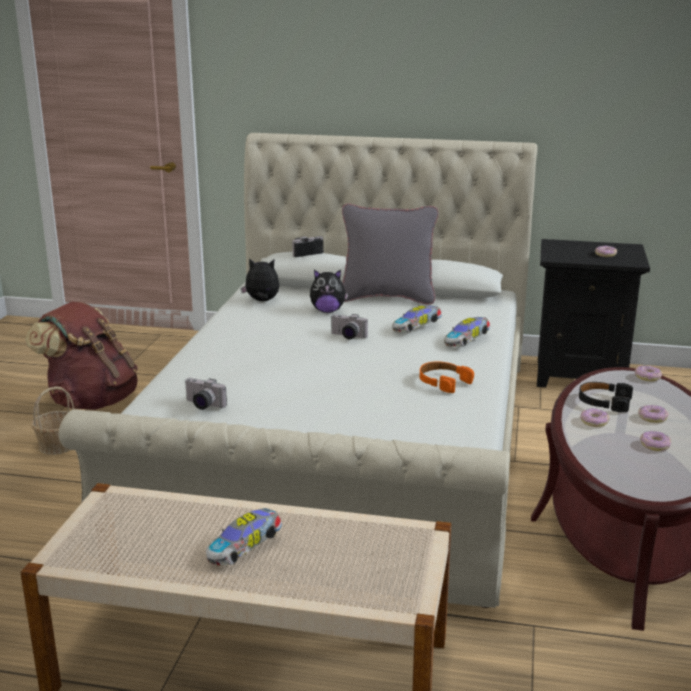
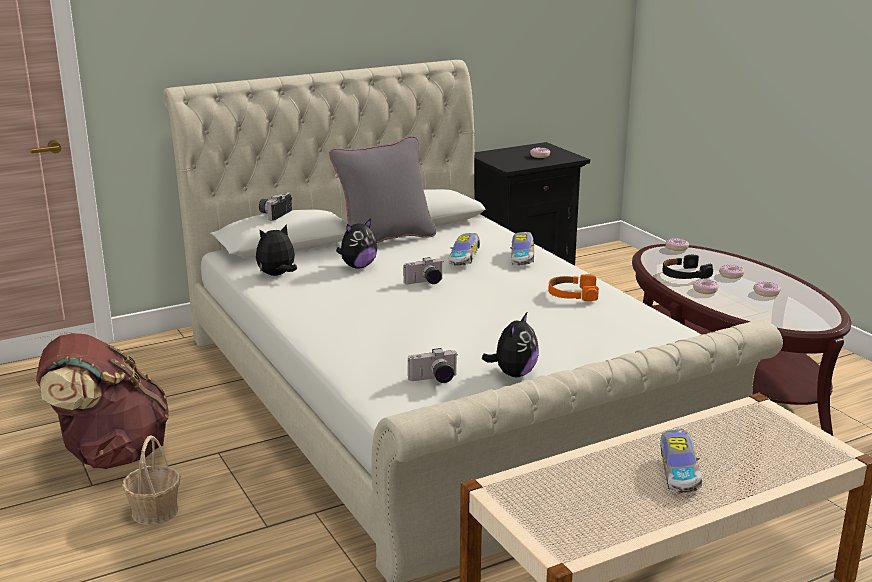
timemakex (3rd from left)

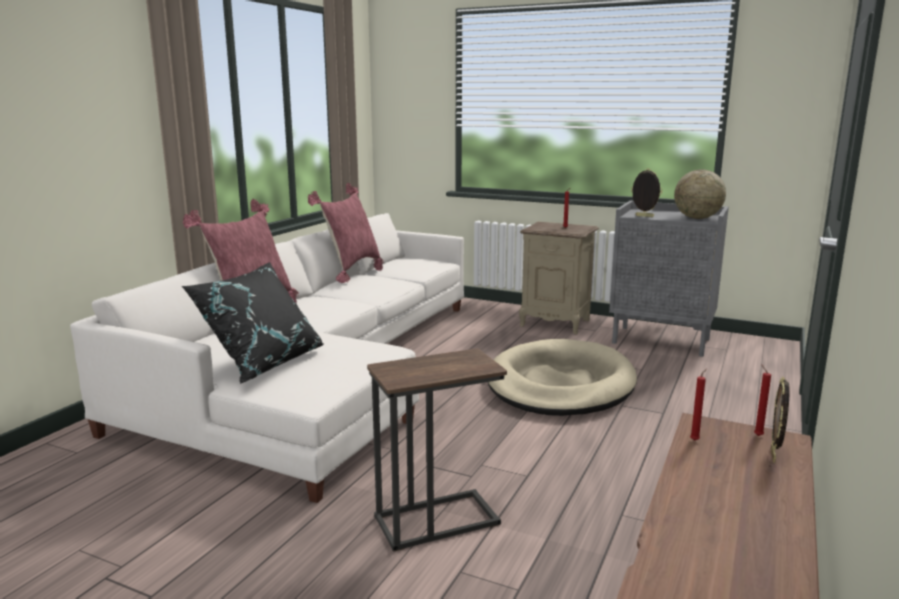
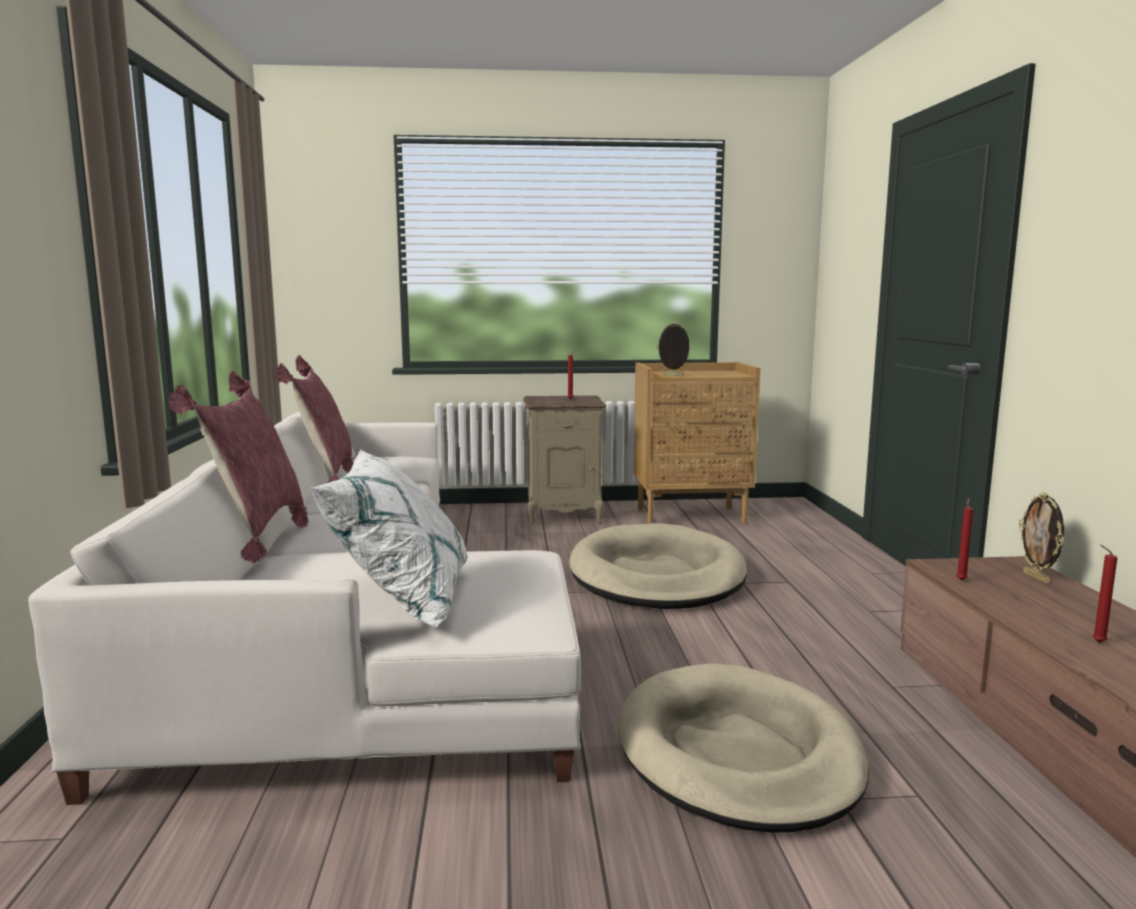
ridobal
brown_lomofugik
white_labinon
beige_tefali (2nd from left)
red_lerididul (3rd from left)

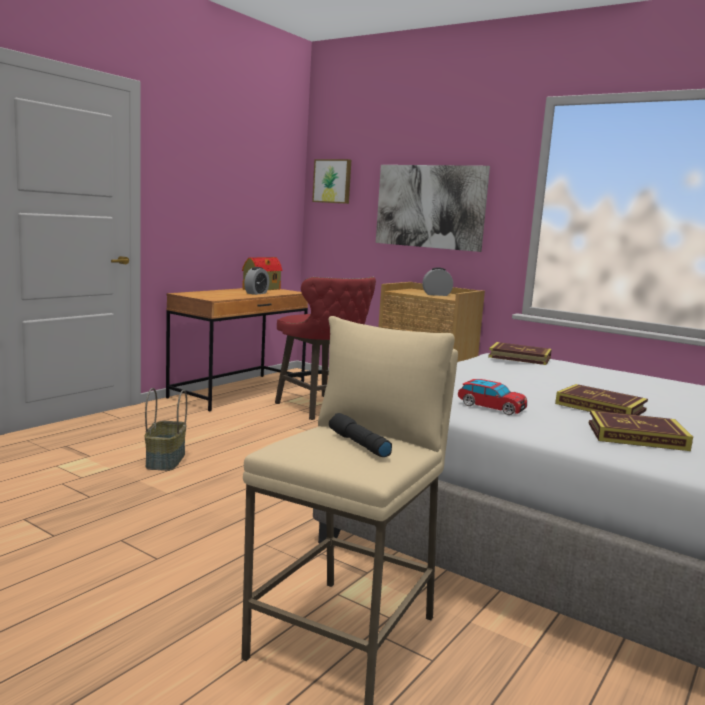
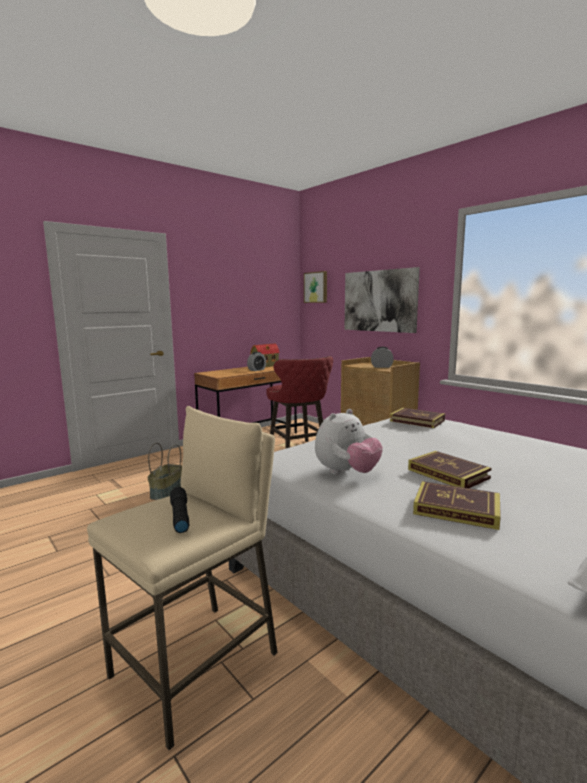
timemakex

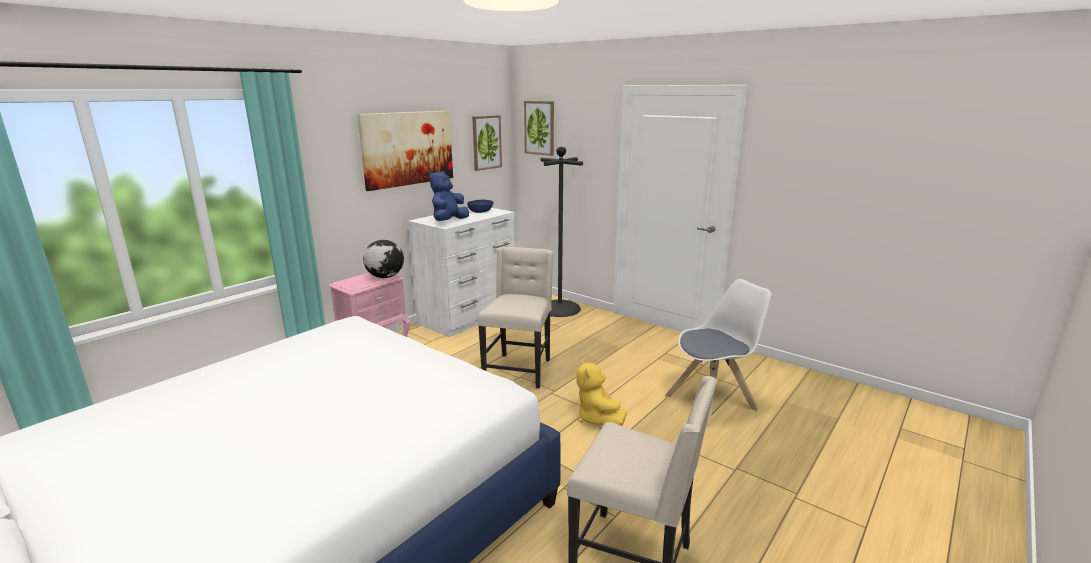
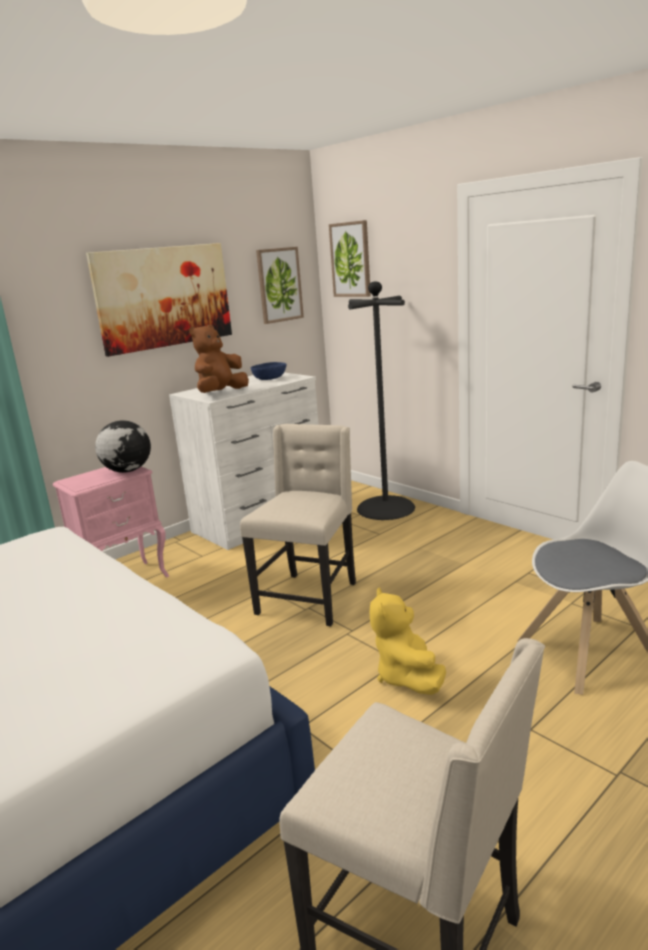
brown_timemakex

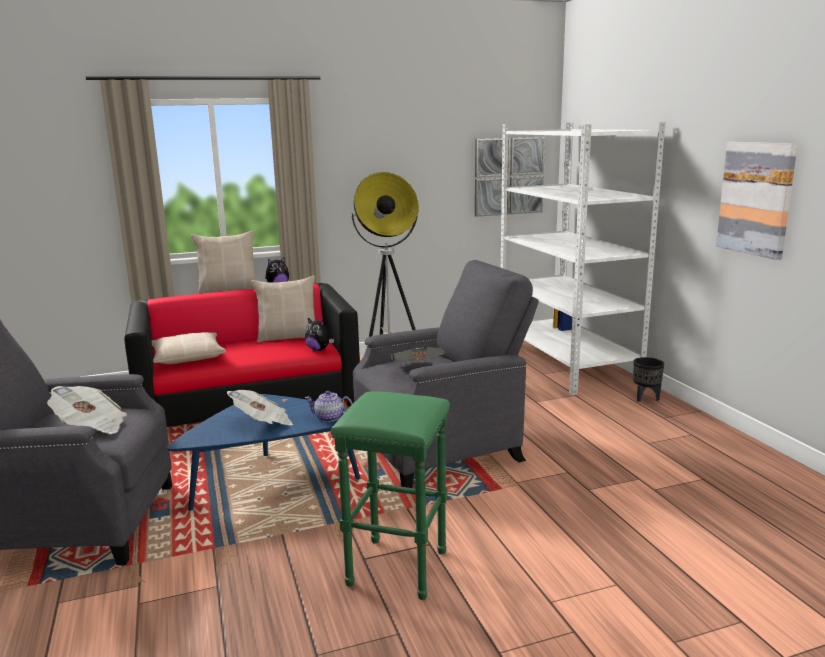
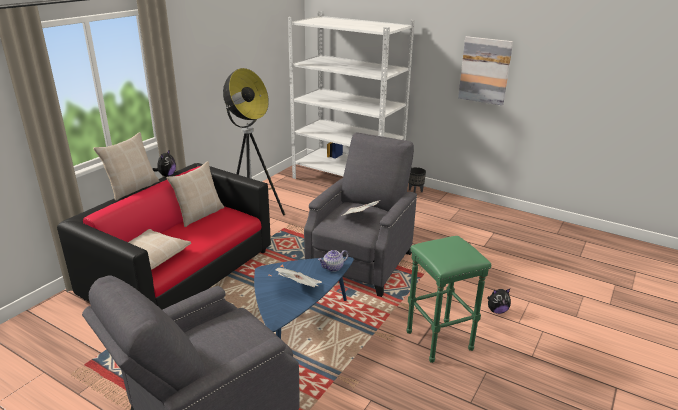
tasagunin (1st from left in the first image)
timemakex (2nd from left)
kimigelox (1st from left in the first image)

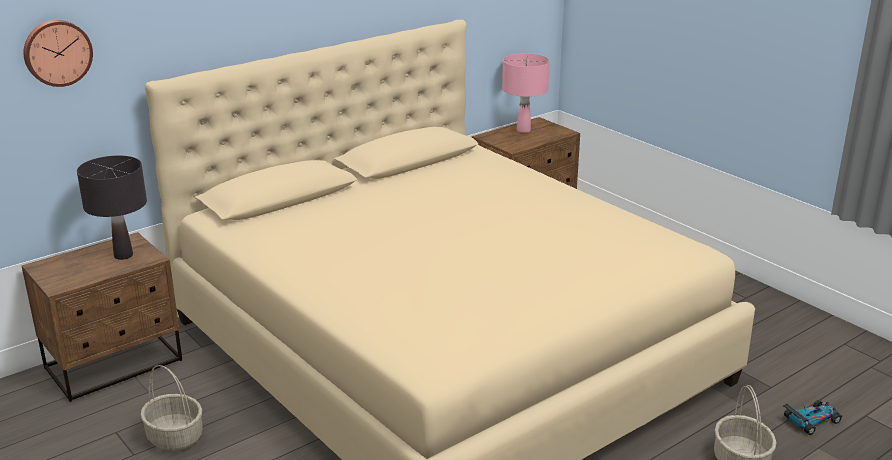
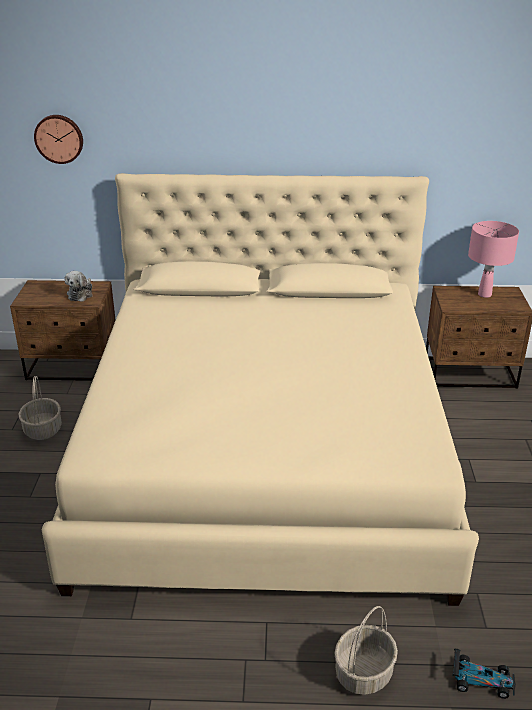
timemakex

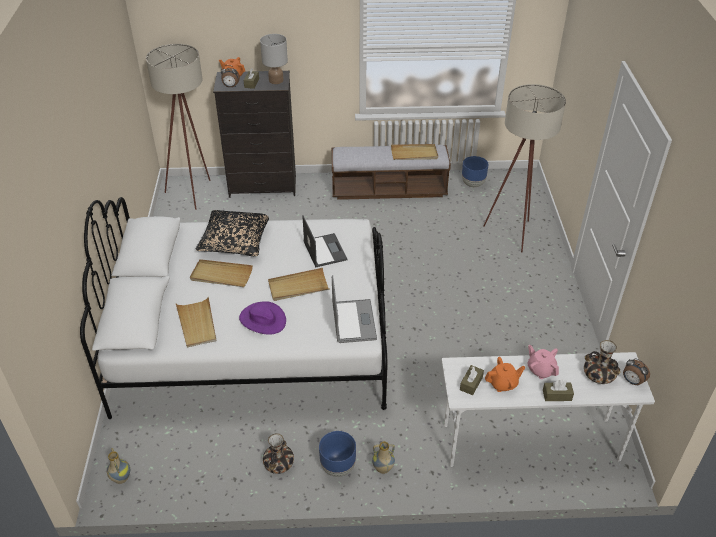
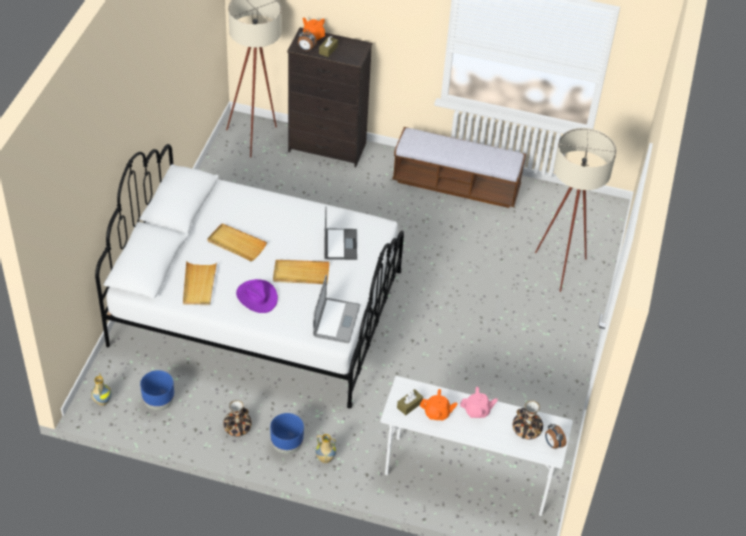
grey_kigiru
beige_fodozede (4th from left in the first image)
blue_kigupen (1st from left)
black_labinon
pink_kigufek
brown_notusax (3rd from left in the first image)

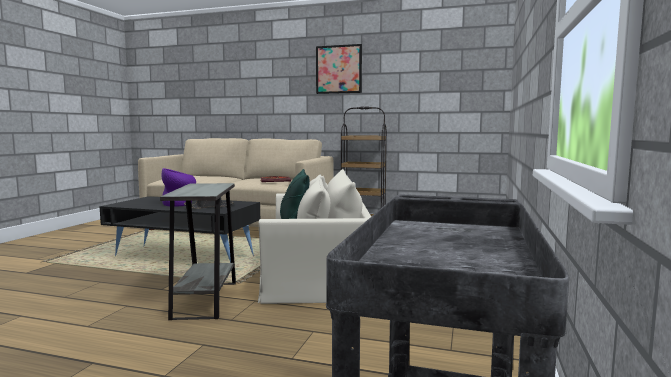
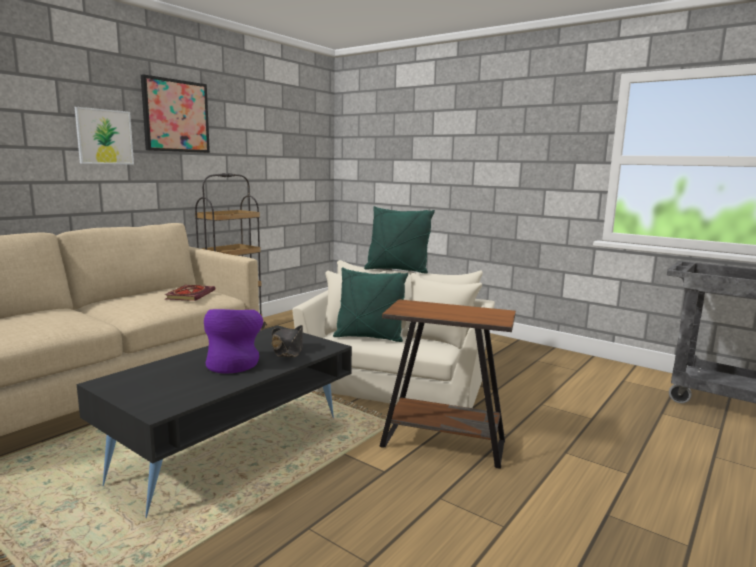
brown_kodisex
tasagunin (1st from left)
green_labinon (2nd from left)

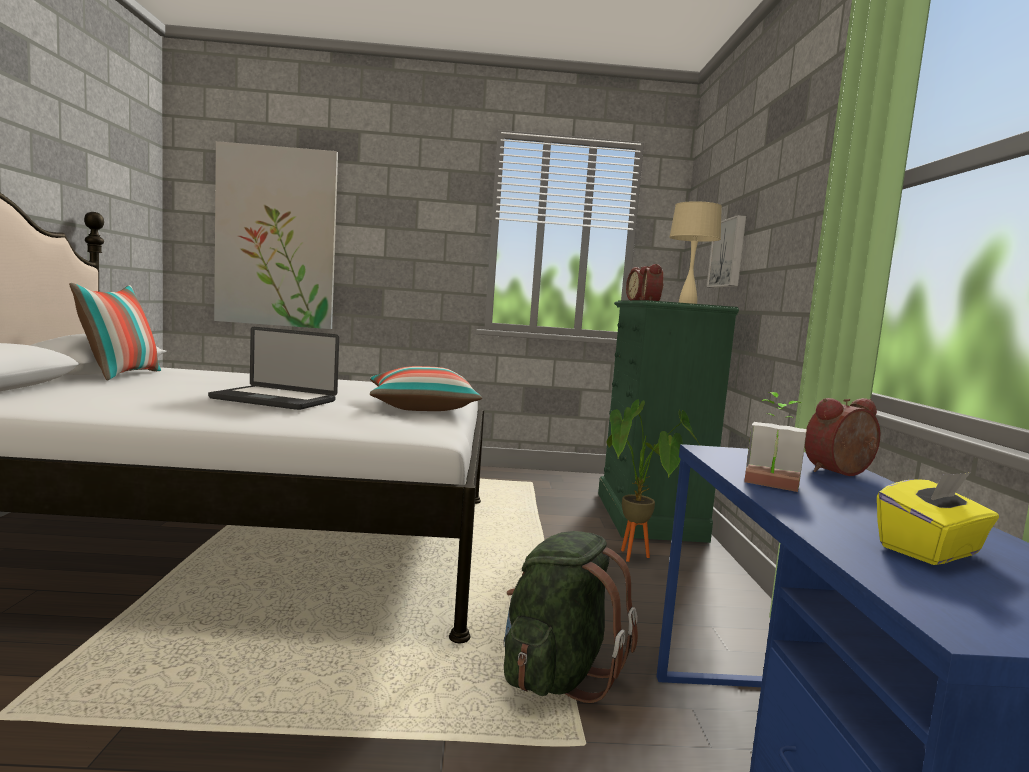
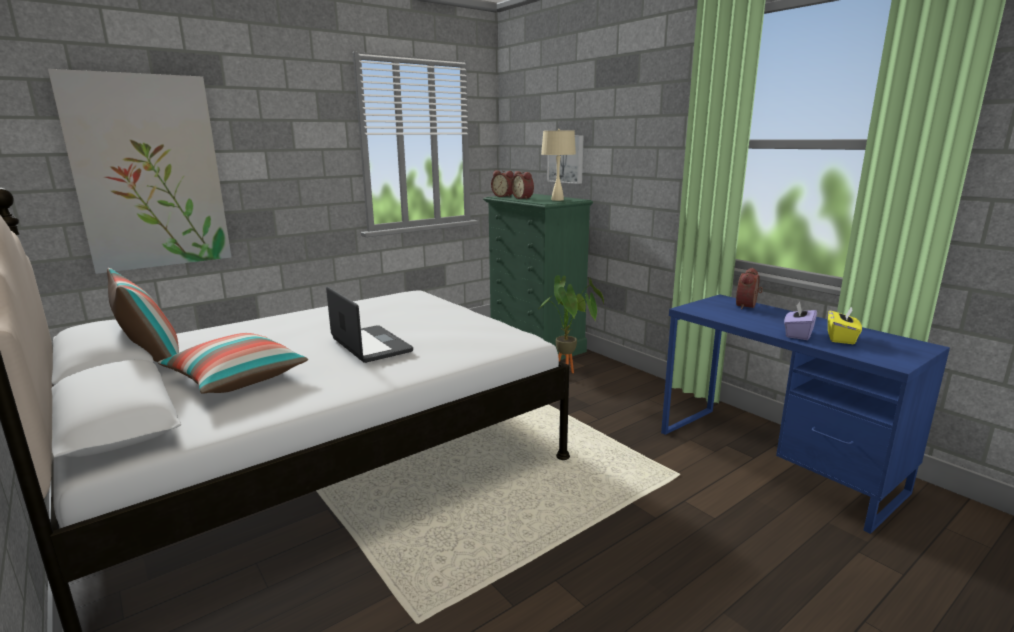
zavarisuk
labinon (2nd from left)
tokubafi (2nd from left in the first image)
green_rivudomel
purple_notusax

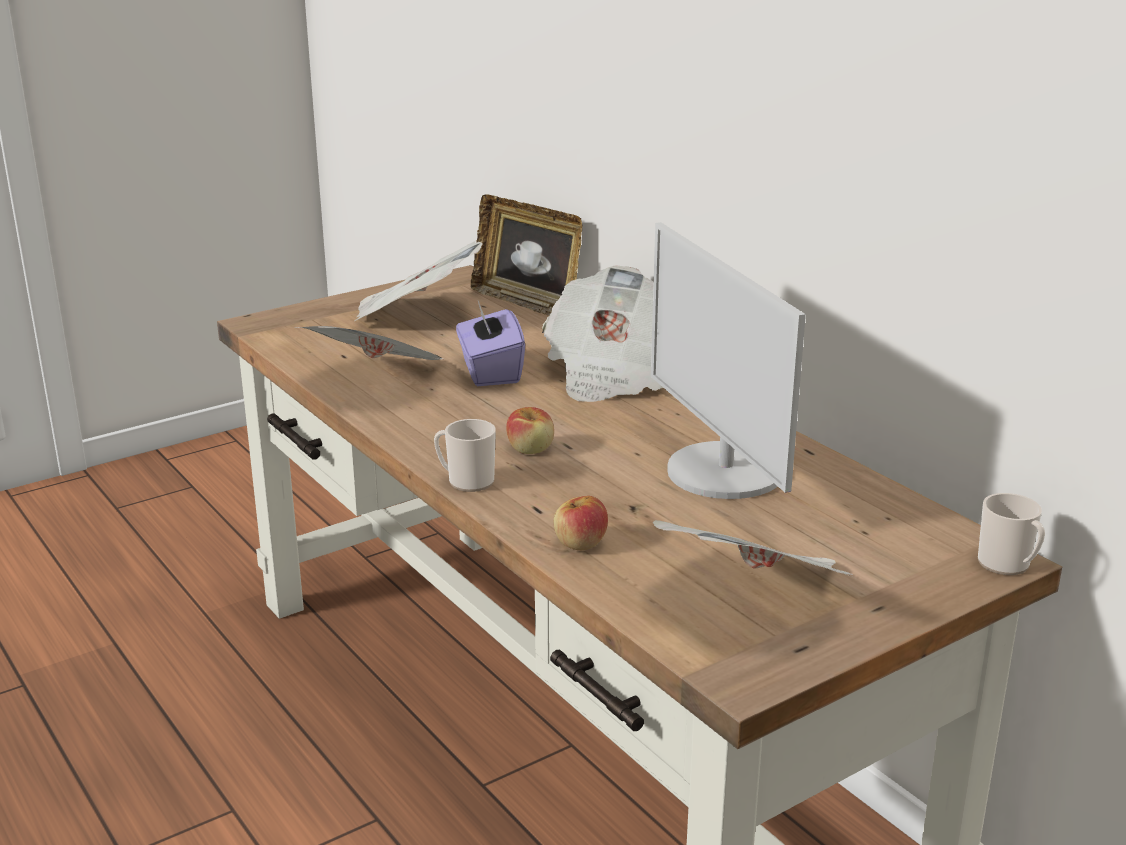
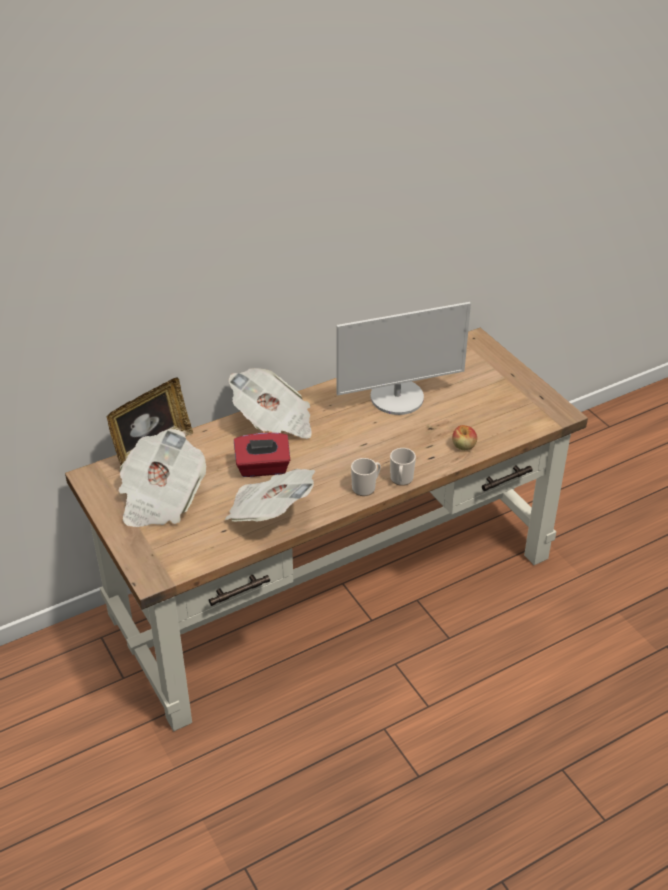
red_notusax
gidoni (1st from left in the first image)
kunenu (1st from left)
kimigelox (4th from left in the first image)

